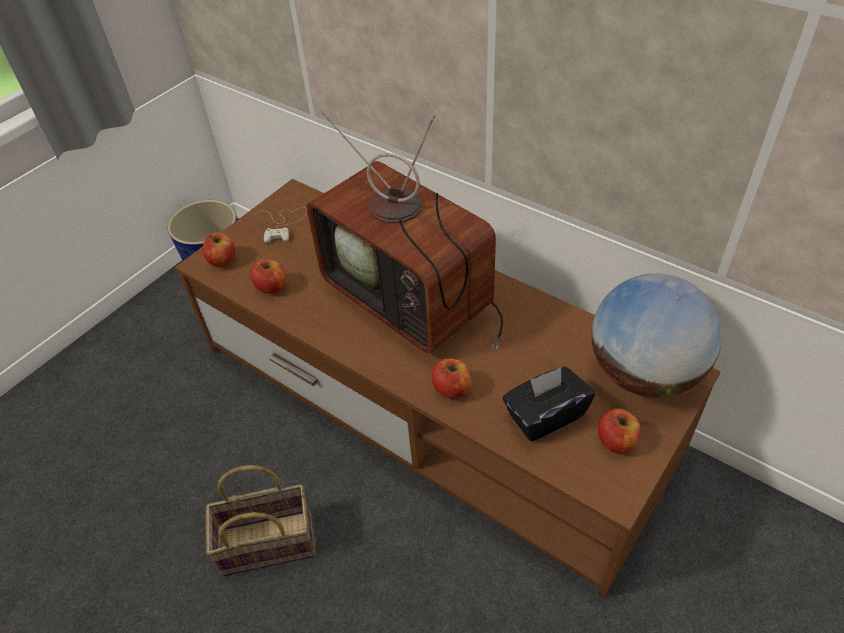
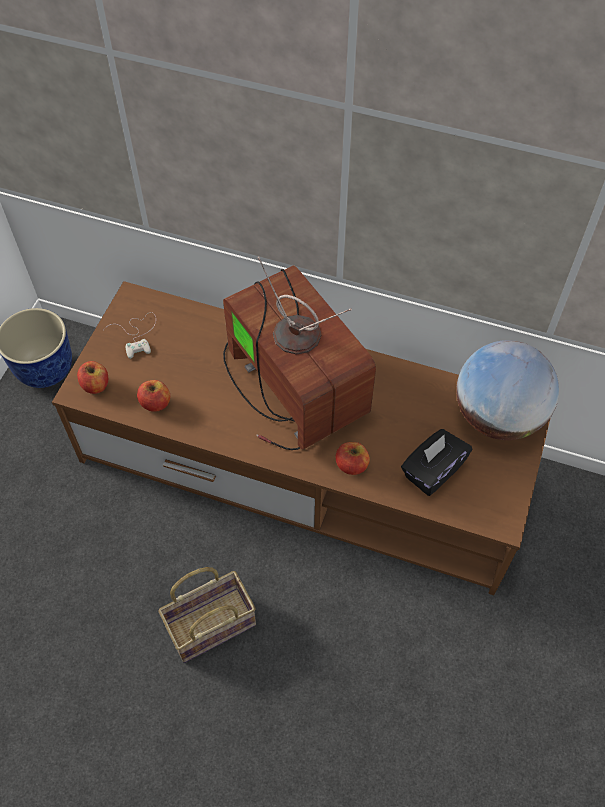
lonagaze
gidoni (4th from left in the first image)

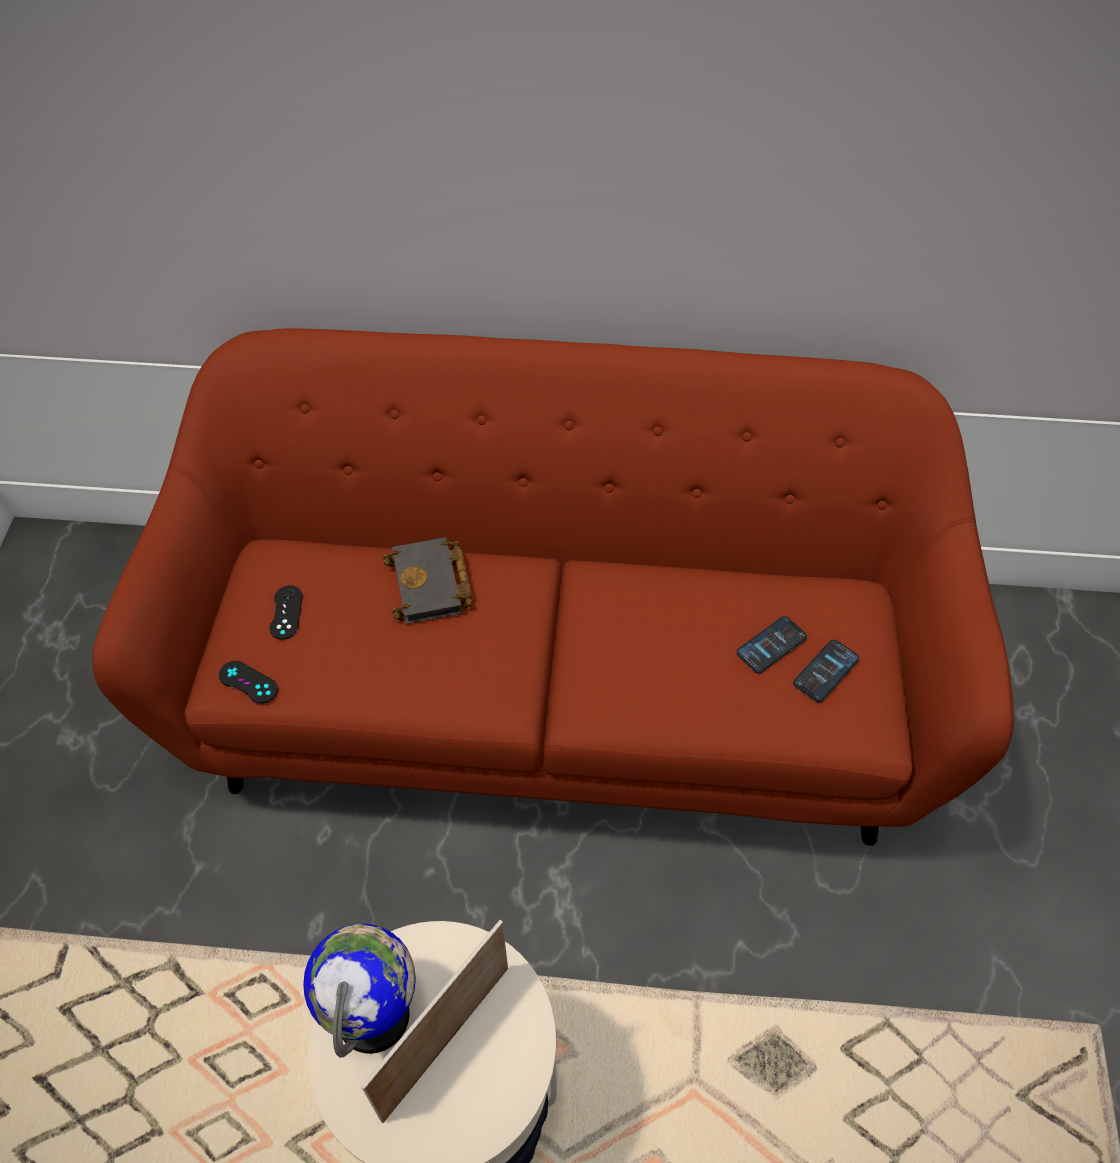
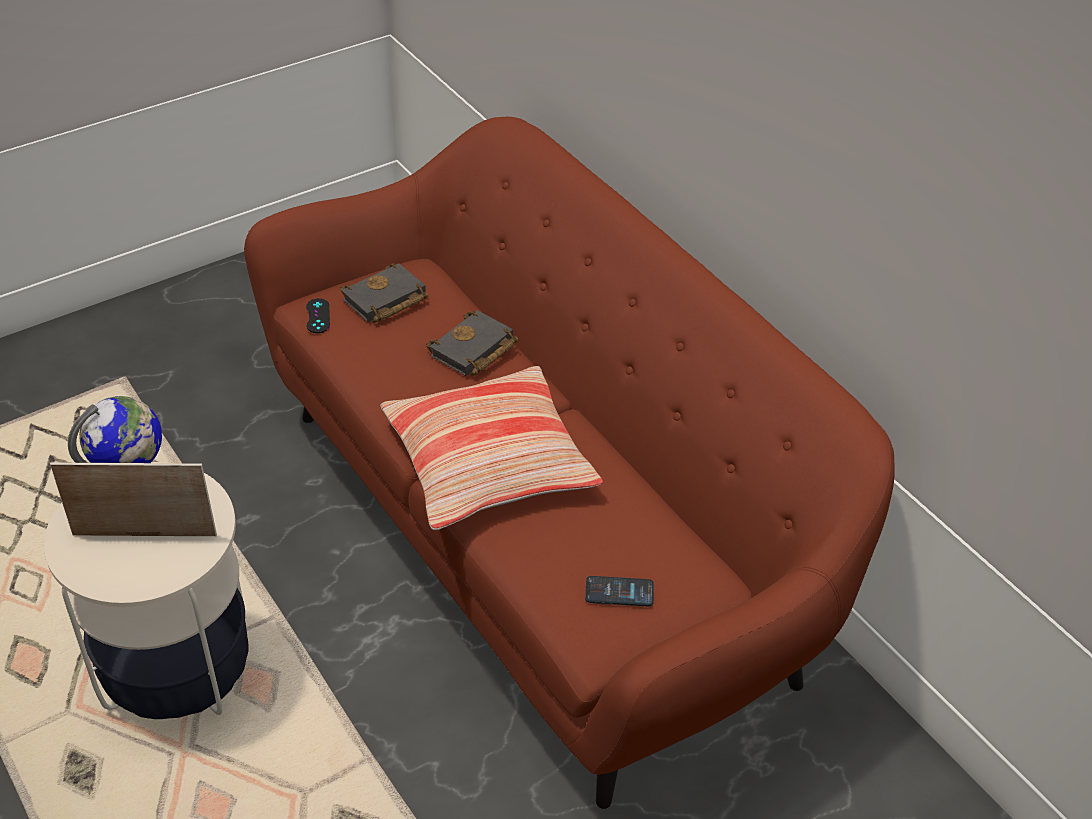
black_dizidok (1st from left)
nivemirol (1st from left in the first image)
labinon

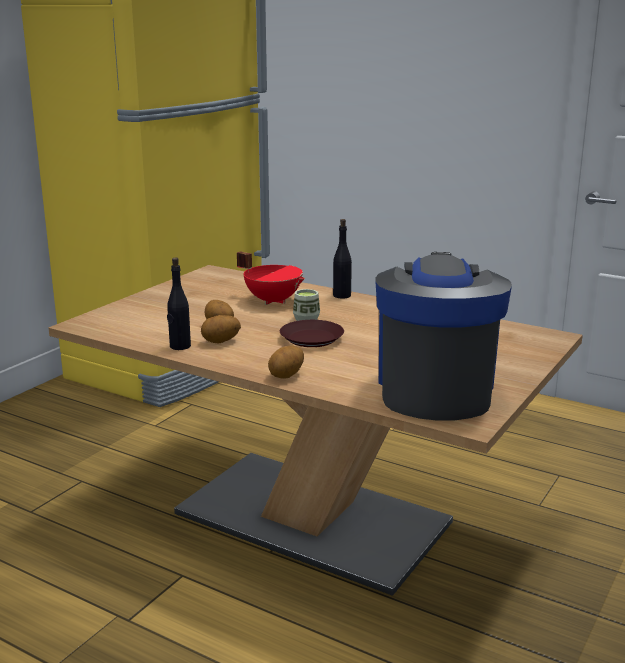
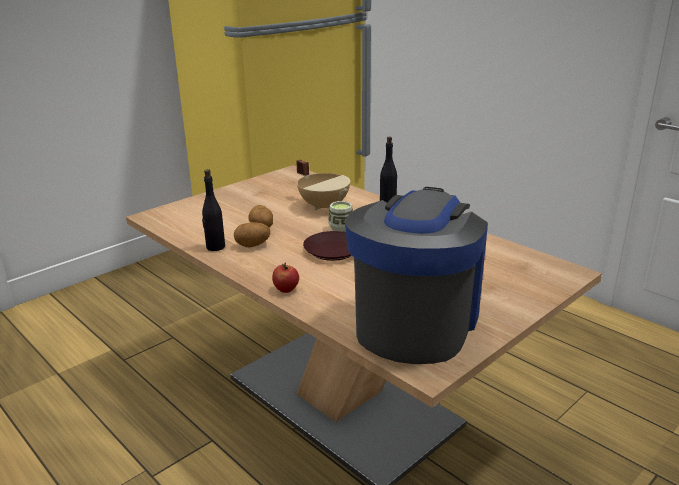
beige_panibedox
gidoni

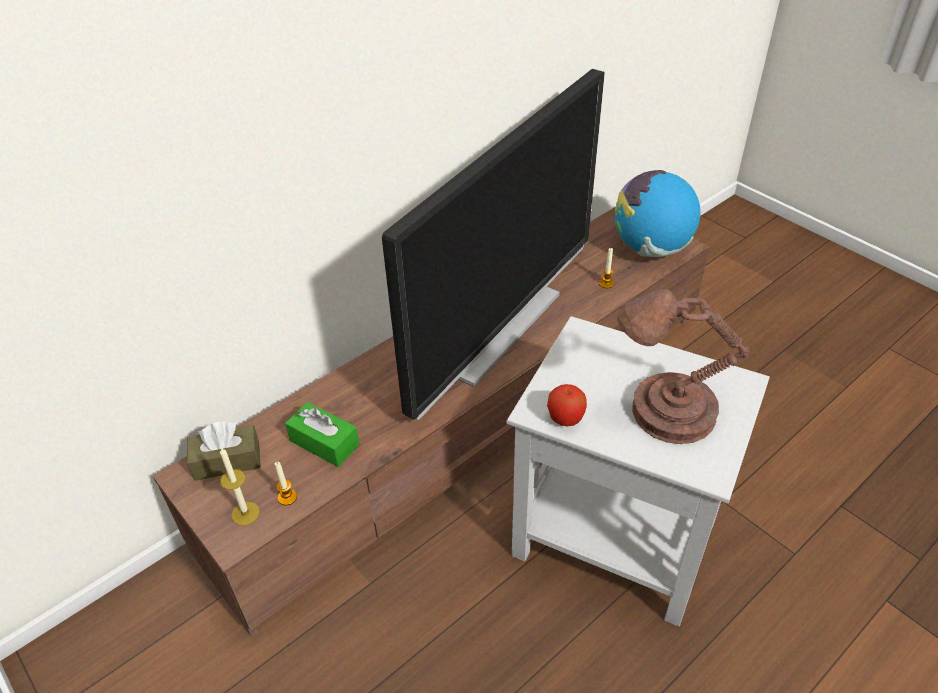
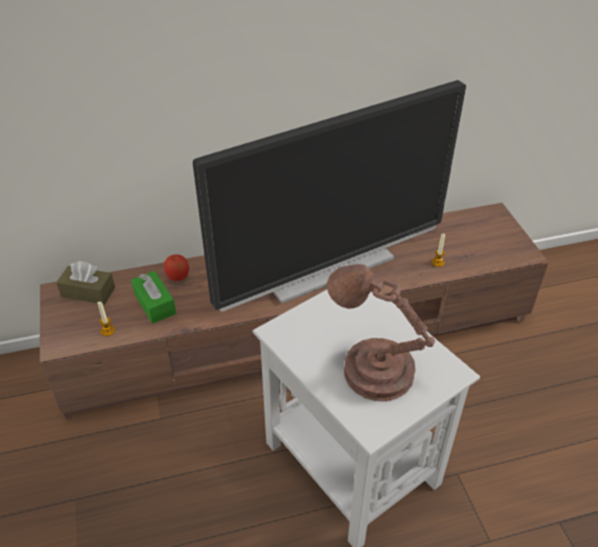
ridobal
gidoni
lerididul (1st from left in the first image)

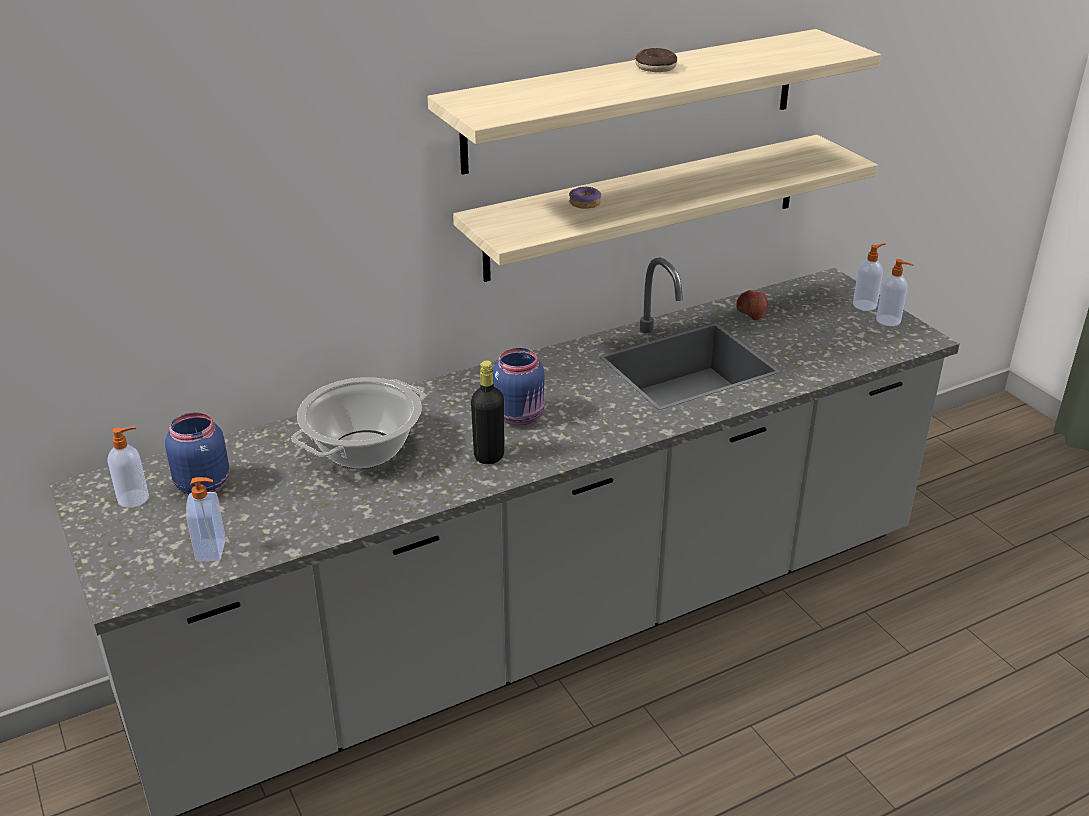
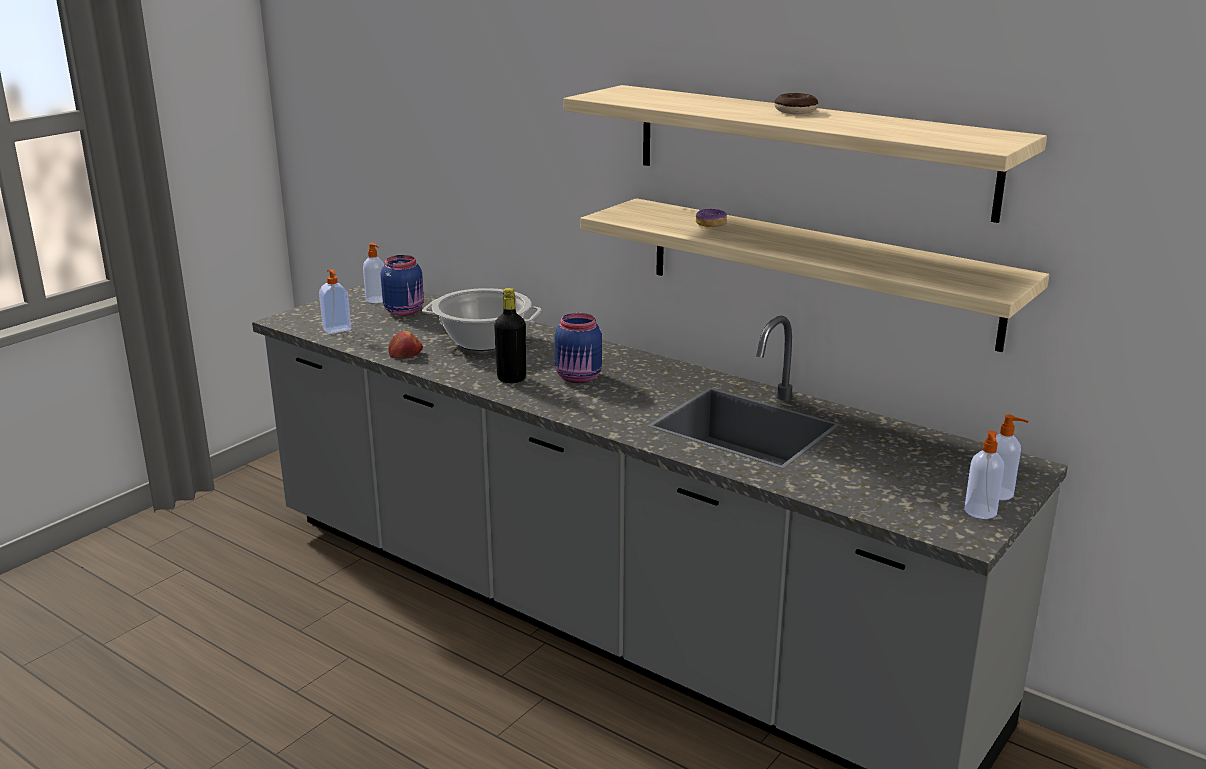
gidoni

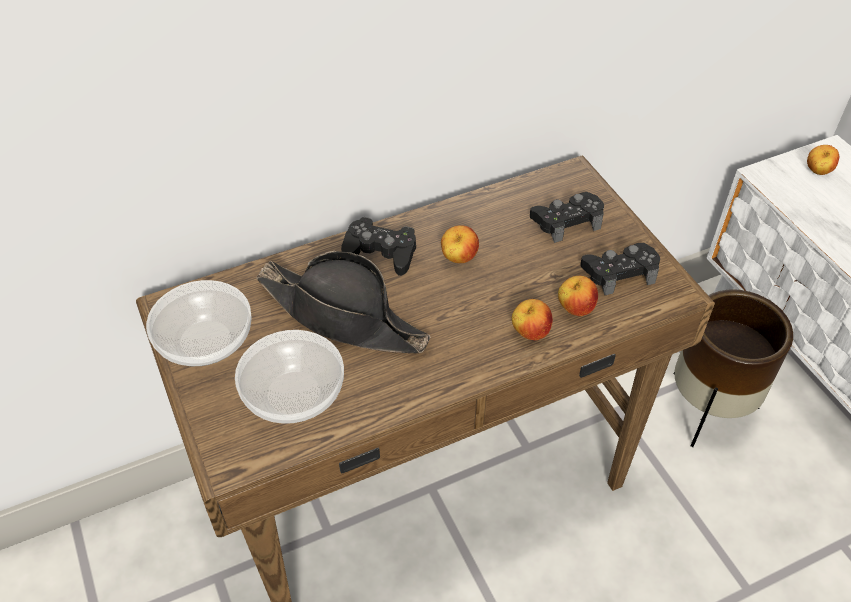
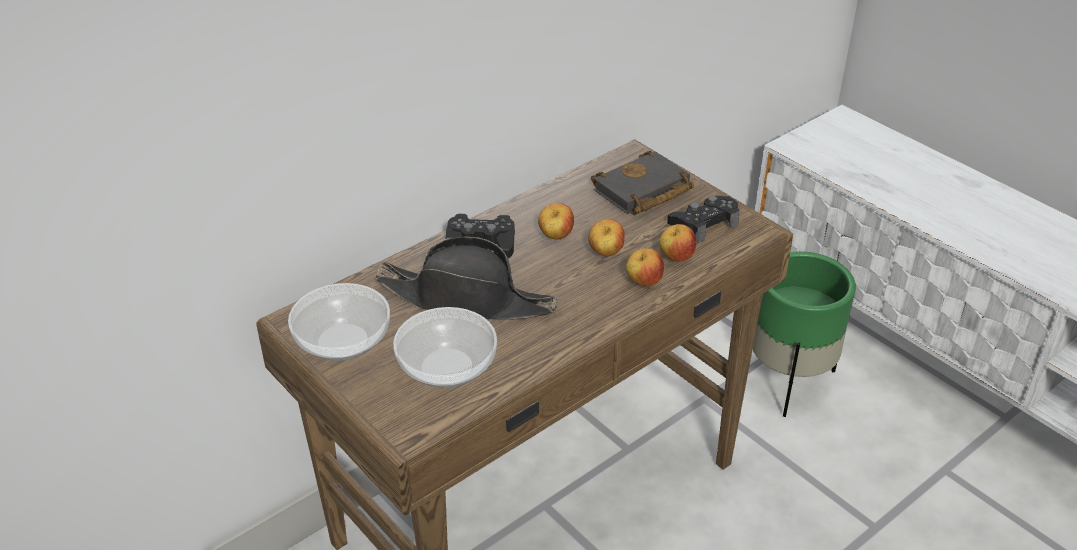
gidoni (2nd from left)
black_dizidok
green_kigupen

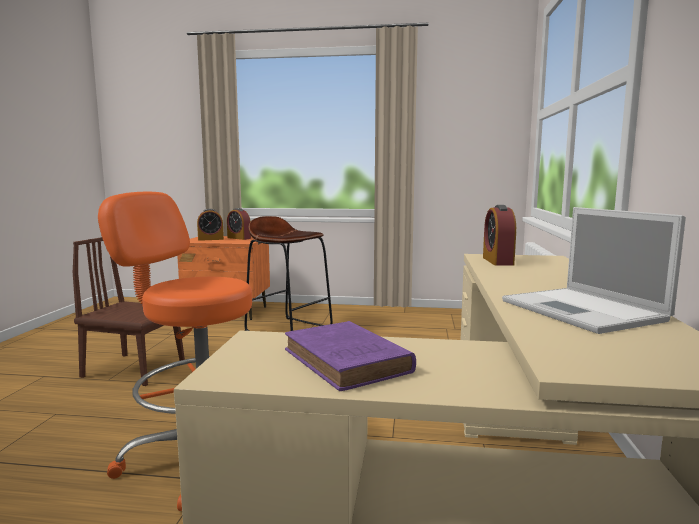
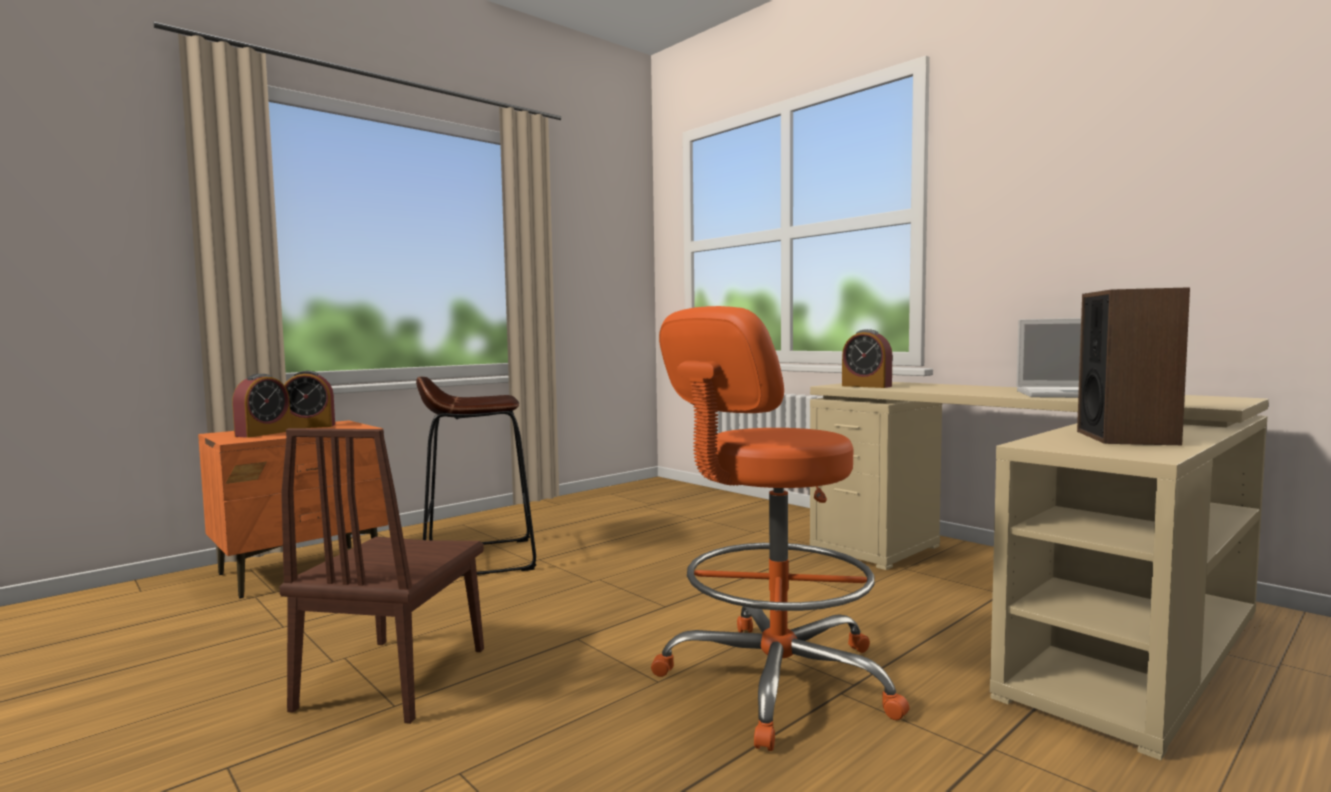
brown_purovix
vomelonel

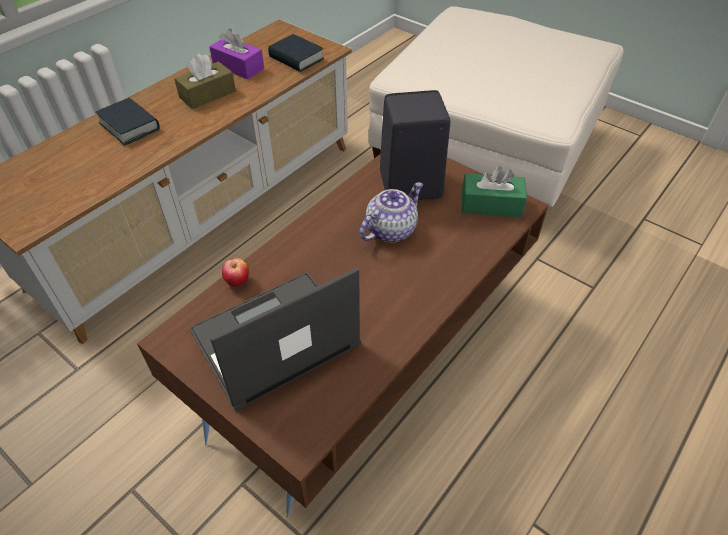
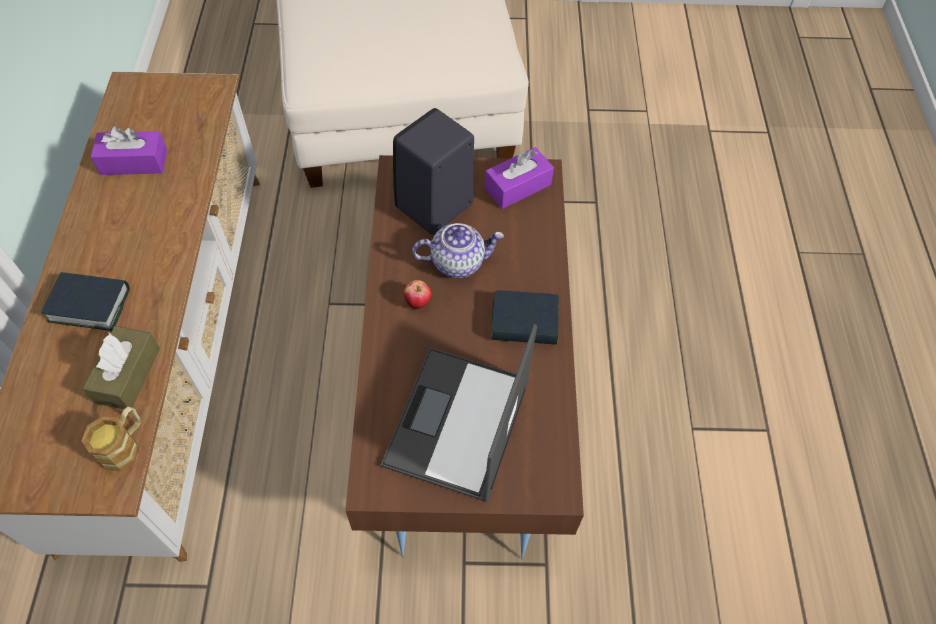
dizidok (2nd from left)
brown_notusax
purple_notusax (2nd from left)
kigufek
gidoni
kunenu

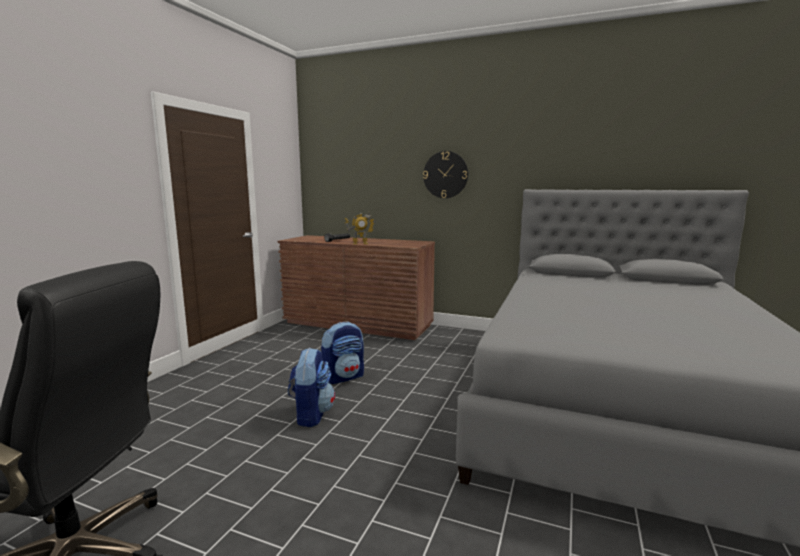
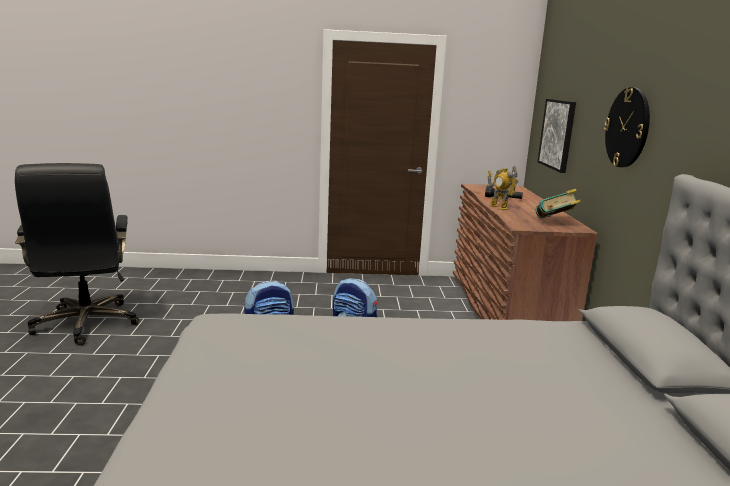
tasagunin
dizidok

